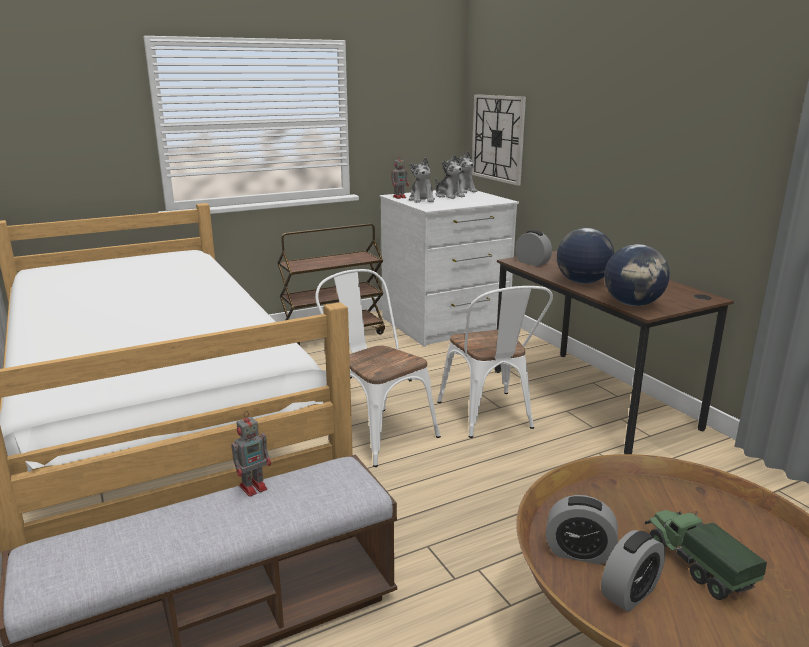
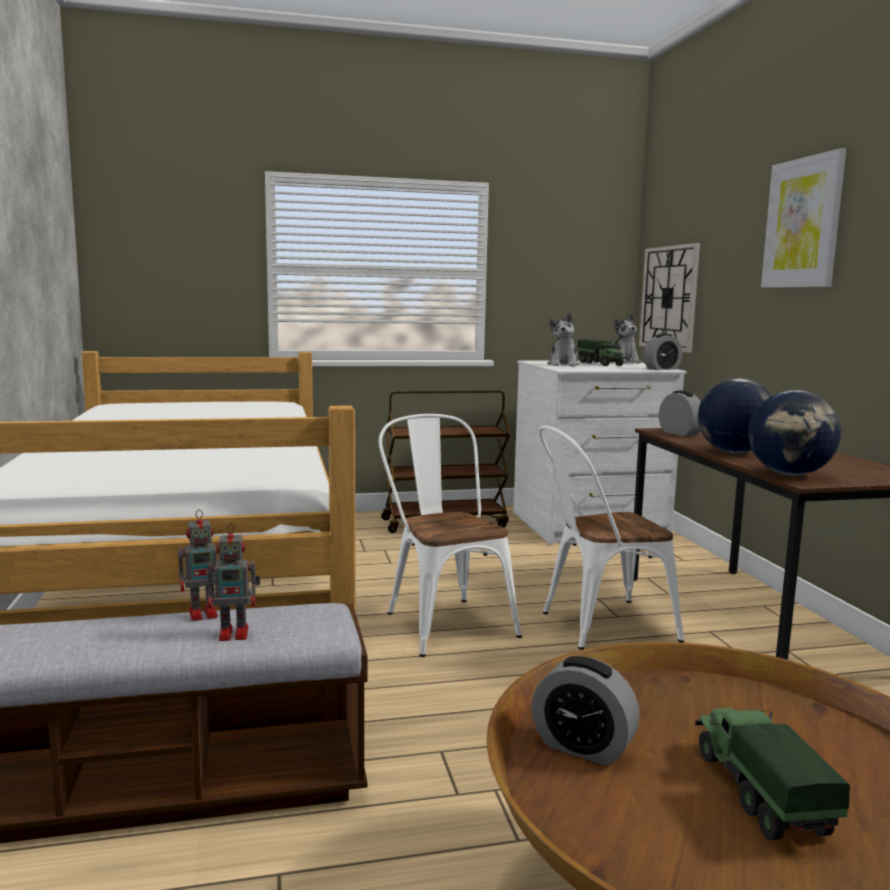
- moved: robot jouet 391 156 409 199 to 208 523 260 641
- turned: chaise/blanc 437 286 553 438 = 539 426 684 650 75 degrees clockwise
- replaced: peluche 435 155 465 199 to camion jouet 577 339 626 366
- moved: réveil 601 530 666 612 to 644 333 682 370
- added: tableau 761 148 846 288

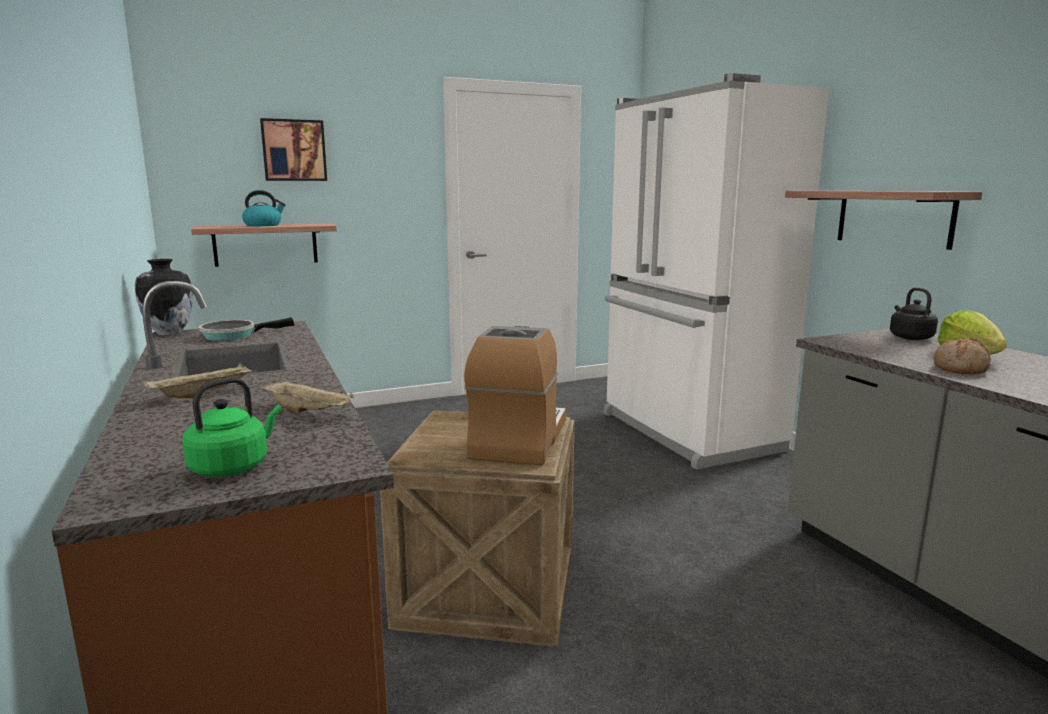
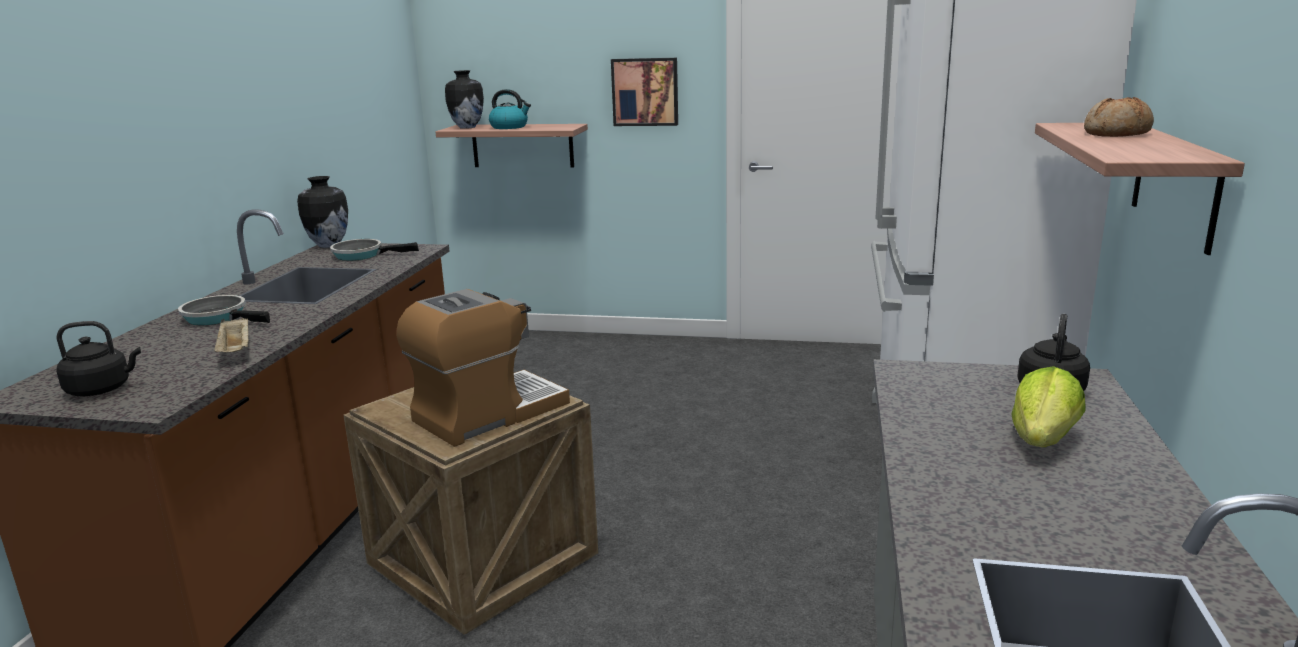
- recoloured: bouilloire/vert 182 377 282 477 to bouilloire/noir 56 321 141 396
- replaced: plateau/beige 144 363 256 398 to poêle 178 295 270 325
- added: vase 445 70 484 129
- moved: tableau 260 118 327 181 to 611 58 678 126
- moved: pain 934 338 991 374 to 1084 97 1154 137

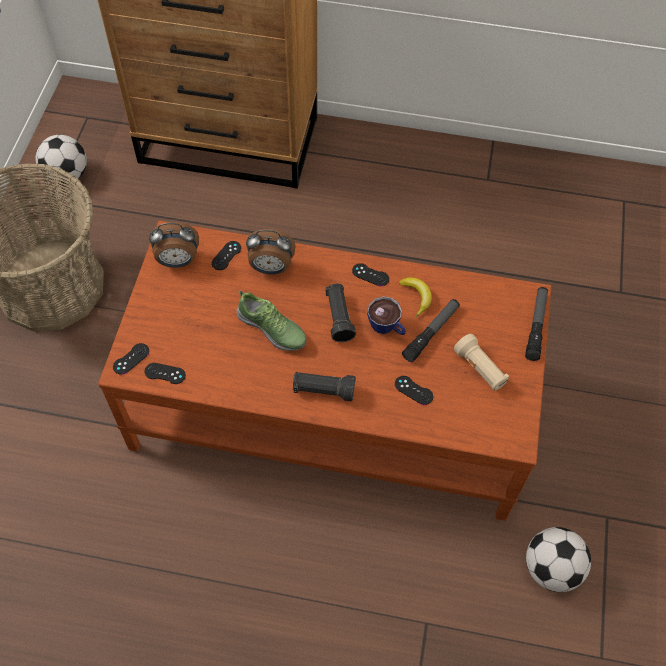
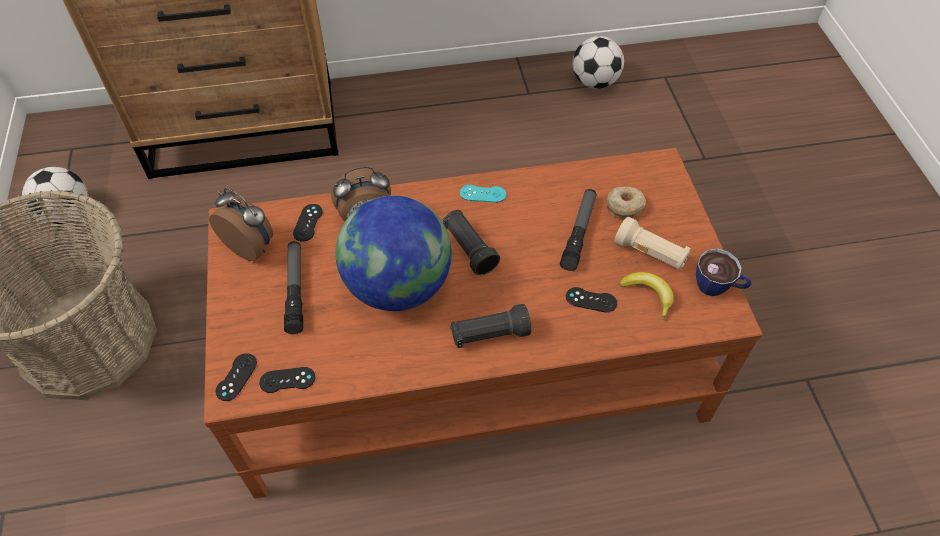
- turned: réveil 149 222 199 268 = 209 188 273 261 120 degrees counterclockwise
- moved: lampe de poche 525 287 548 361 to 284 241 303 334
- replaced: chaussure 237 290 306 351 to globe 335 195 452 311
- recoloured: manette/noir 352 263 389 286 to manette/turquoise 460 185 506 203
- moved: ballon de foot 526 527 591 592 to 573 36 624 89
- added: beignet 606 187 646 219
- moved: banane 399 277 432 317 to 619 272 674 320
- moved: tasse 367 296 406 335 to 696 248 752 296

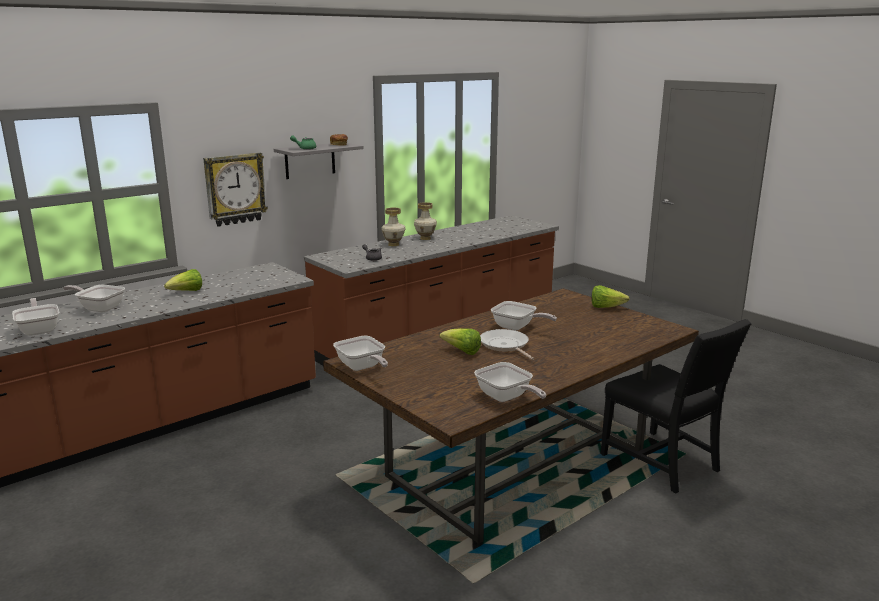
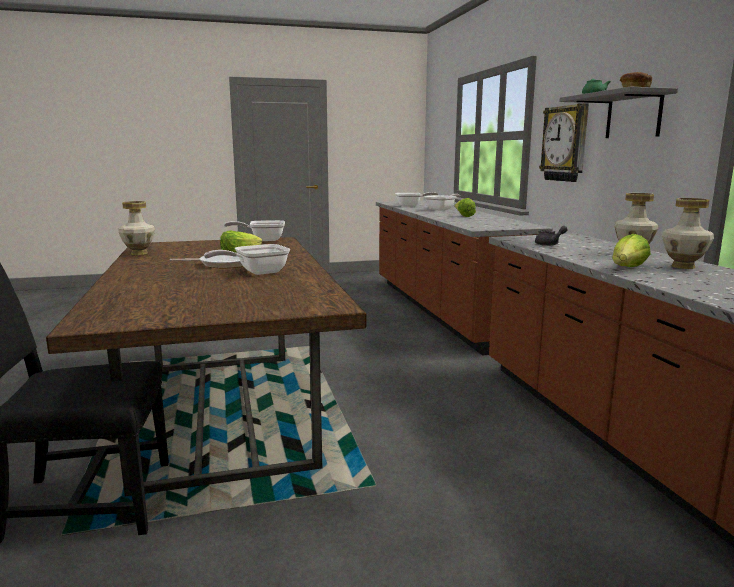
- replaced: poêle 474 362 546 402 to vase 118 201 155 255
- moved: laitue 591 285 630 308 to 612 234 651 267

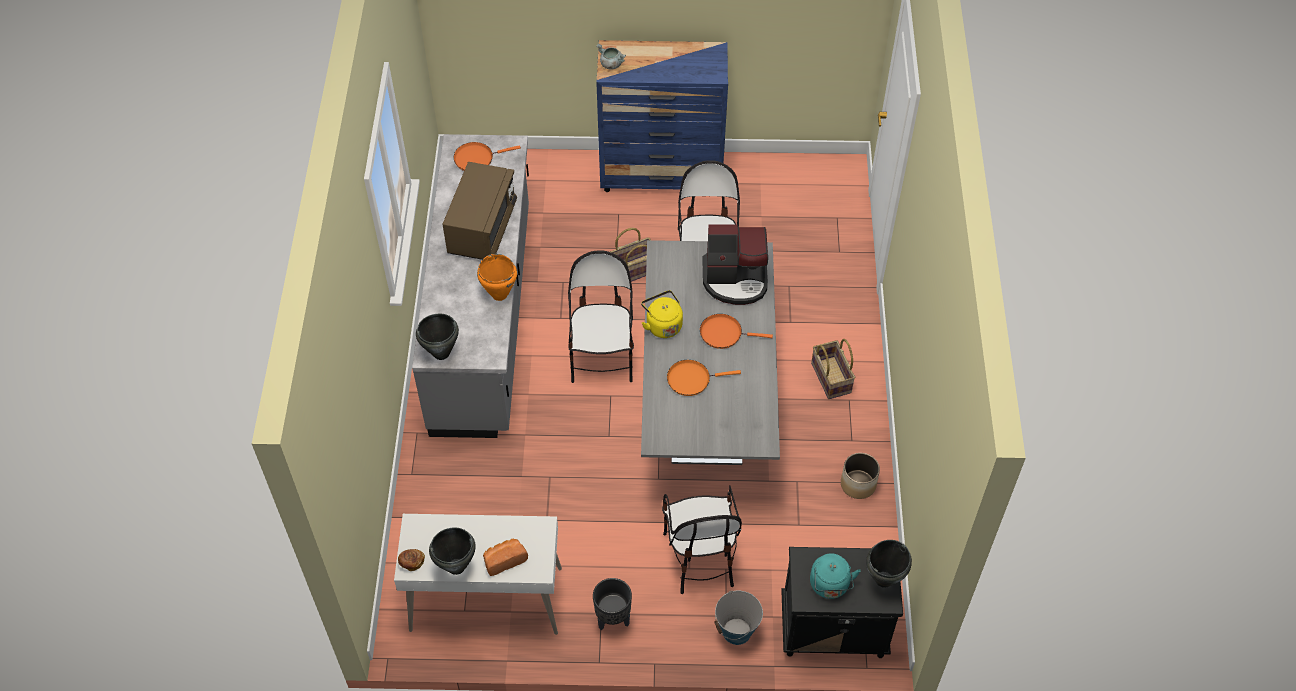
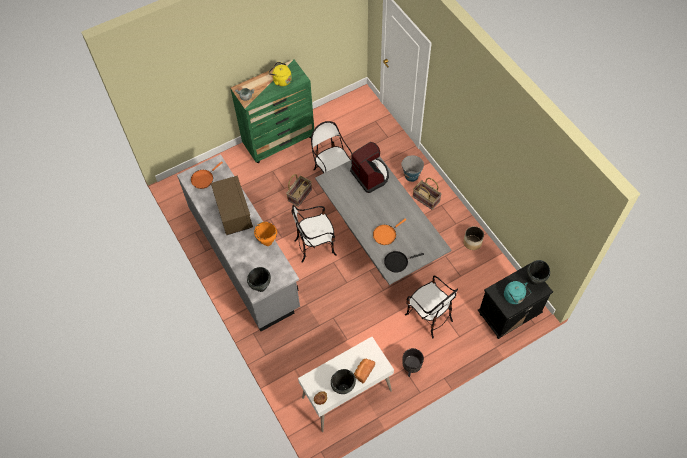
- recoloured: commode/bleu 596 40 728 192 to commode/vert 230 60 314 163
- moved: bouilloire/jaune 641 290 683 338 to 268 62 292 86
- turned: chaise 568 251 634 383 = 292 205 337 263 75 degrees counterclockwise
- turned: machine à café 702 224 768 305 = 350 142 389 193 90 degrees counterclockwise
- added: poêle/noir 384 251 424 272
- moved: seau 714 591 763 645 to 401 155 424 182
- removed: poêle/orange 700 314 773 349

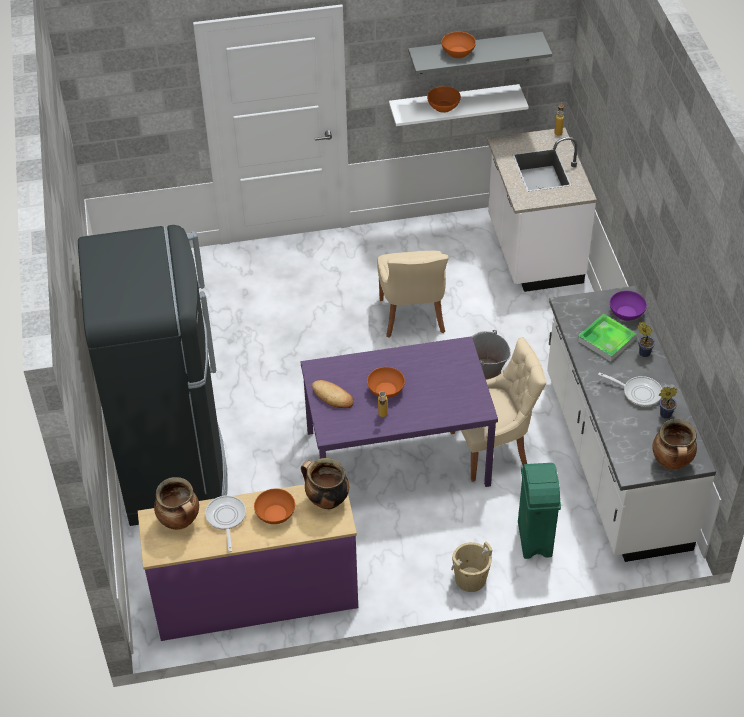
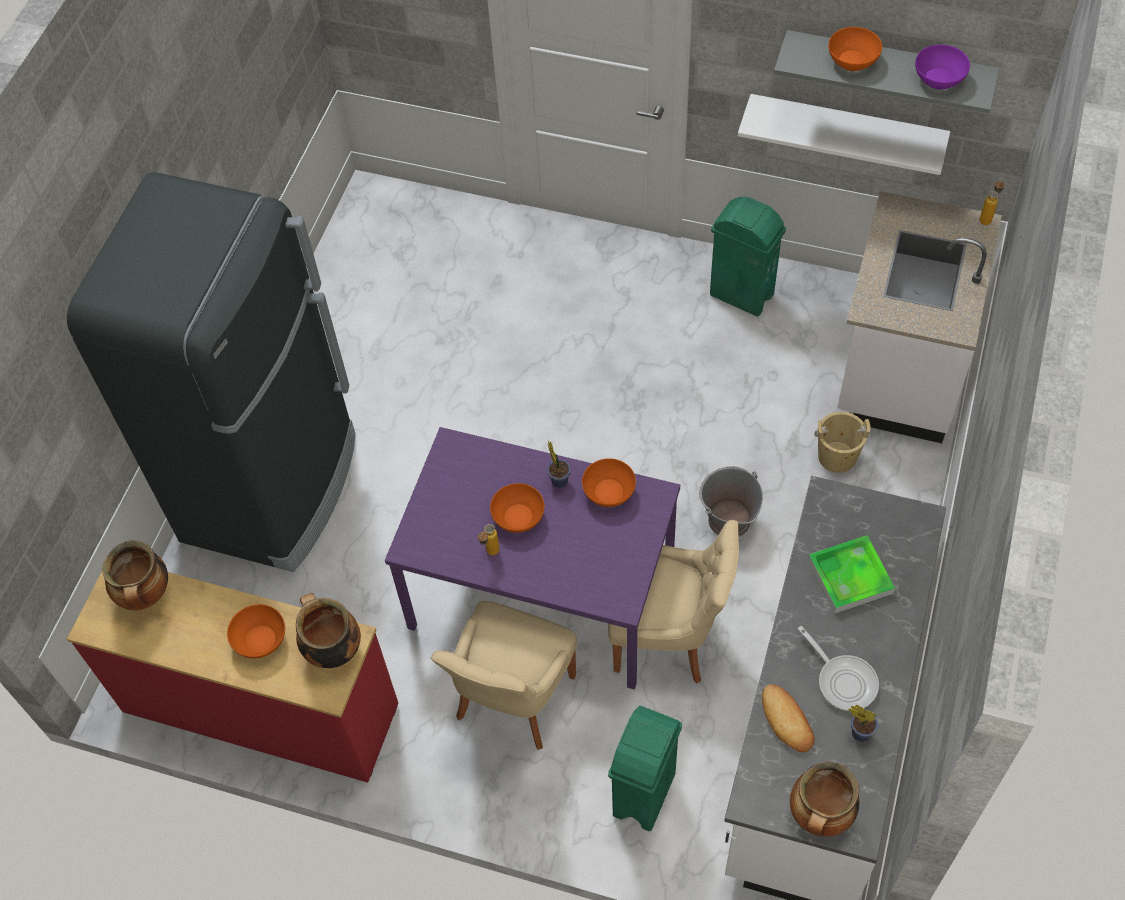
- recoloured: commode/violet 138 484 358 641 to commode/rouge 67 572 398 783
- moved: chaise/beige 377 251 449 338 to 431 601 577 750
- moved: plante en pot 637 321 655 357 to 547 441 571 488
- moved: bol/orange 427 86 461 113 to 582 458 636 507
- added: poubelle/vert 710 197 786 316
- moved: pain 312 380 354 408 to 762 684 815 752
- moved: seau/beige 451 541 493 592 to 814 412 871 473
- moved: bol/violet 610 291 647 321 to 915 45 970 90
- removed: poêle 205 495 246 552

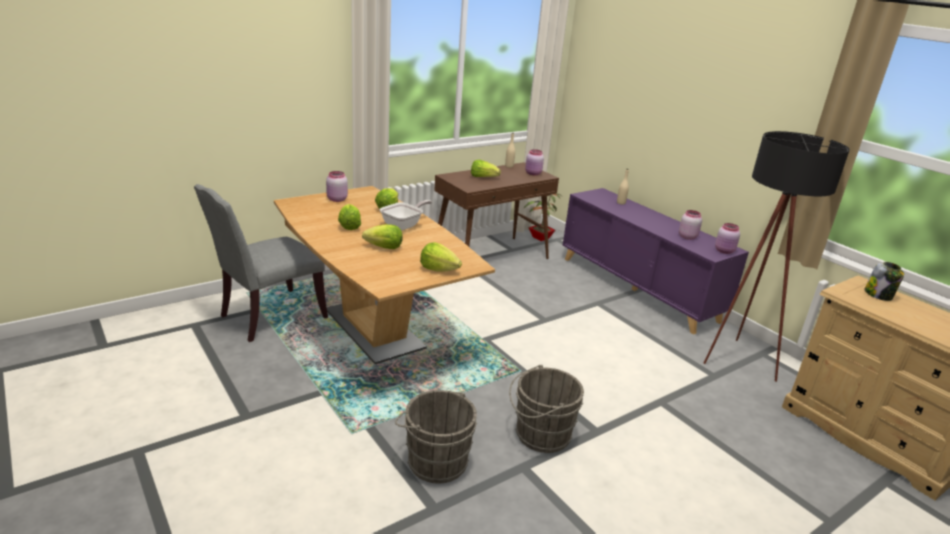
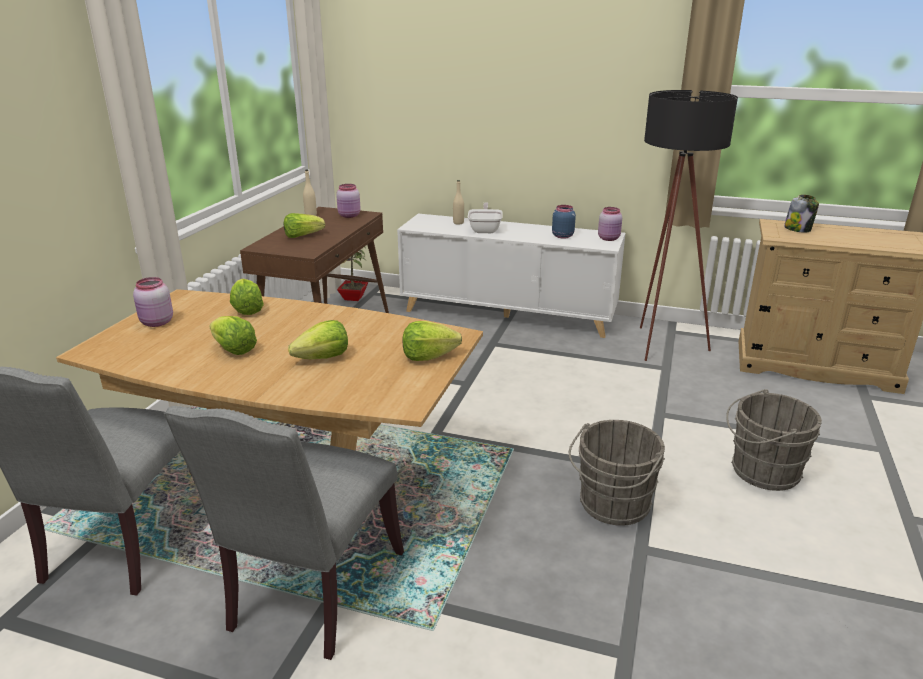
- added: chaise/gris 164 406 404 660
- recoloured: meuble de rangement/violet 563 188 749 335 to meuble de rangement/blanc 397 214 625 338
- moved: poêle 380 200 432 231 to 468 202 502 233
- recoloured: bocal/rose 679 210 702 240 to bocal/bleu 552 205 576 239
- moved: seau/gris 395 390 477 484 to 726 389 822 491

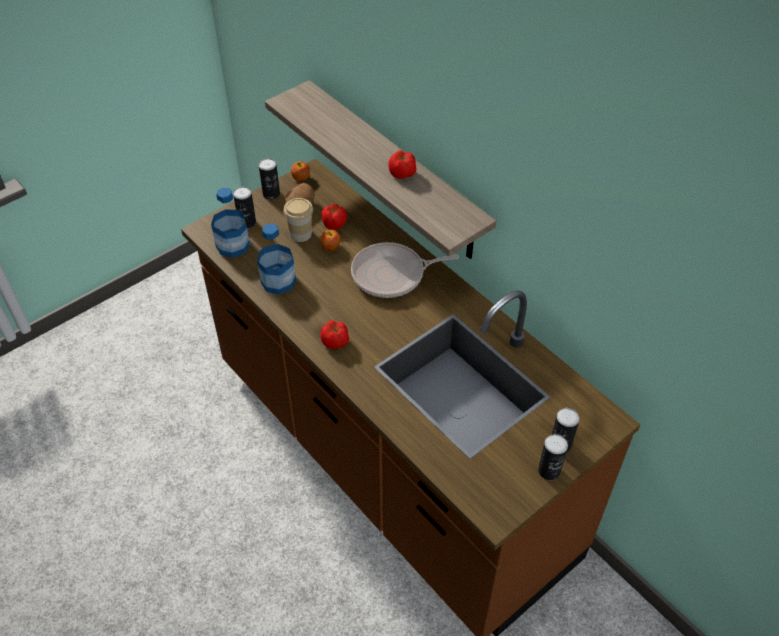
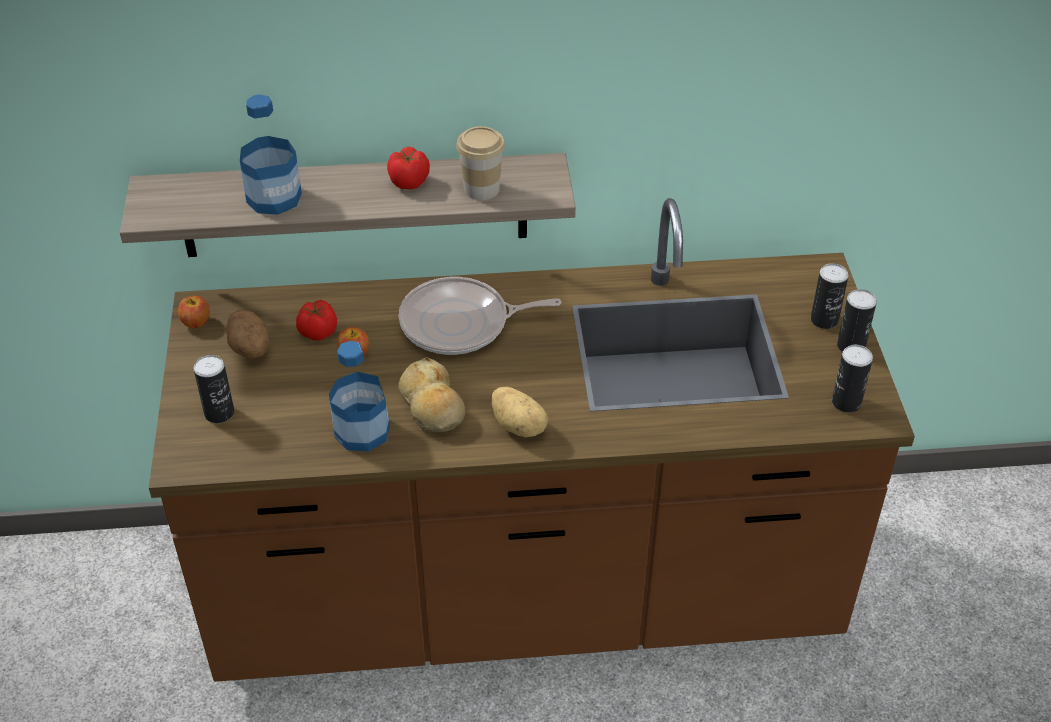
- moved: bouteille 211 188 250 258 to 240 95 302 215
- added: pain 398 357 465 432
- turned: poêle 351 242 459 298 = 399 277 561 355 60 degrees clockwise
- moved: tasse 283 198 313 242 to 456 126 505 200
- replaced: tomate 320 320 349 349 to pomme de terre 492 387 549 437
- moved: boîte métallique 259 158 280 200 to 832 345 873 413

